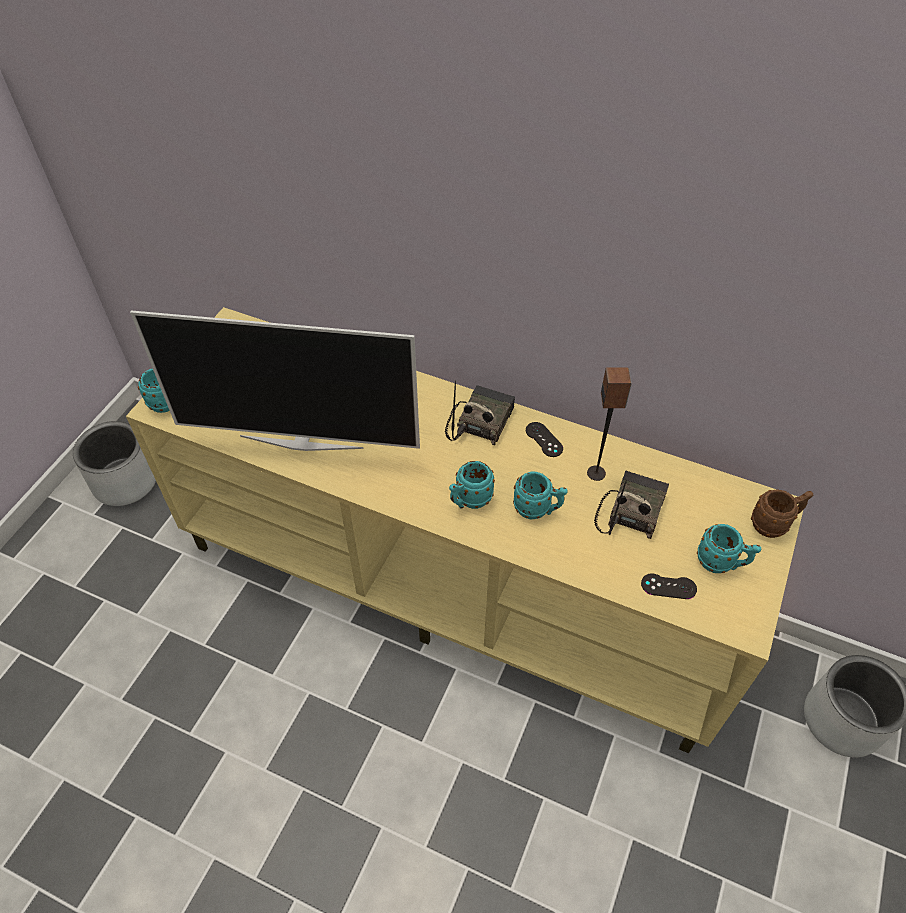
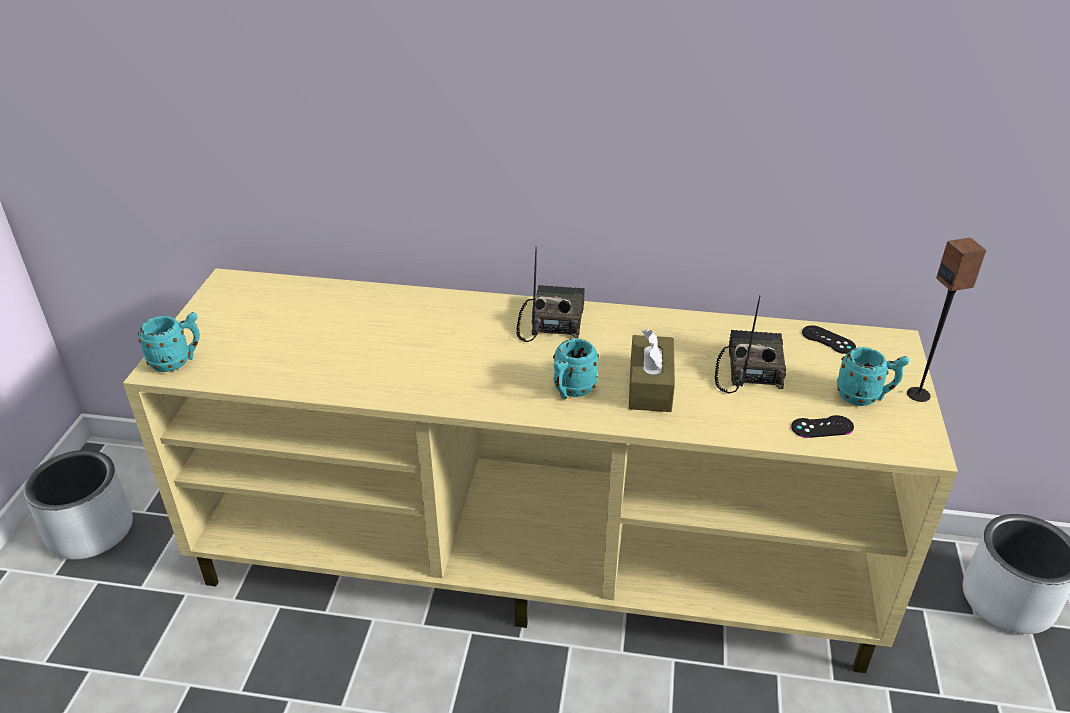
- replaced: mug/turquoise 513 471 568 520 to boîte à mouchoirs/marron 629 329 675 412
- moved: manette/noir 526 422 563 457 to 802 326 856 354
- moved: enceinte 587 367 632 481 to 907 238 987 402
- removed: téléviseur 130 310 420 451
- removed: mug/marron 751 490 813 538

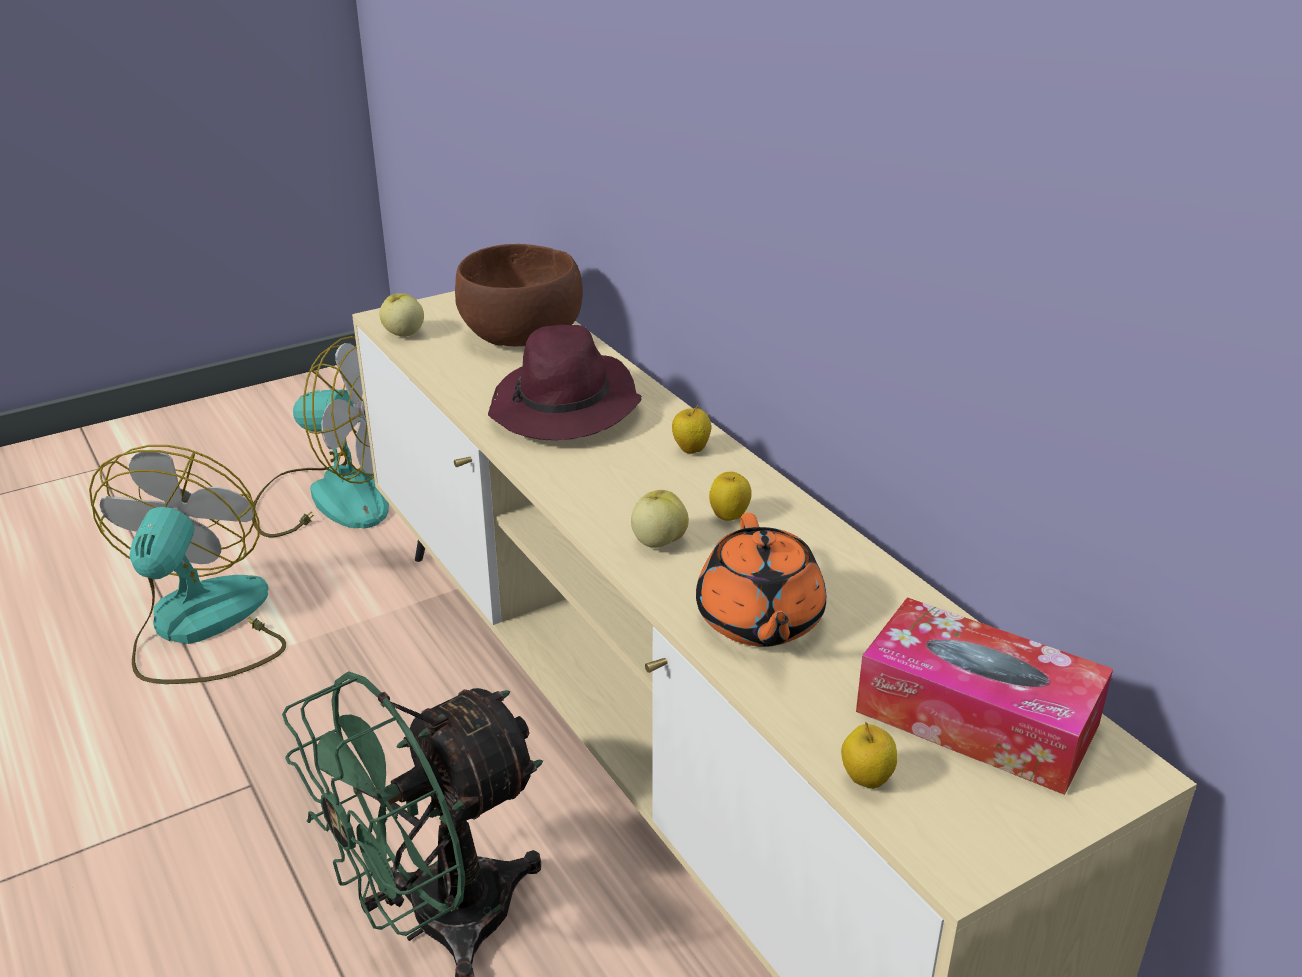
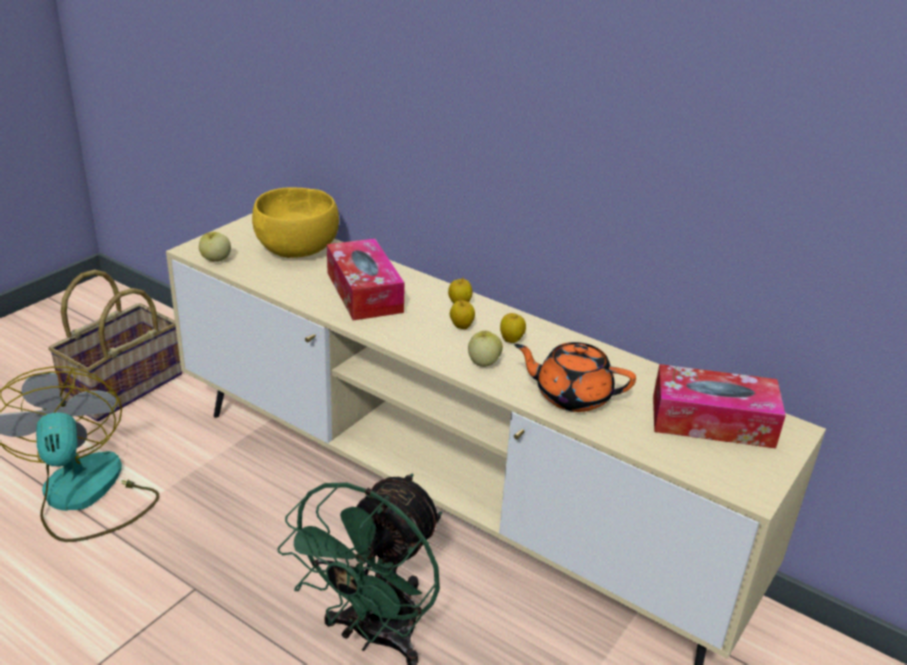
- replaced: ventilateur 252 336 389 537 to panier 48 270 182 422
- recoloured: bol/marron 455 244 583 346 to bol/jaune 252 187 339 258
- replaced: chapeau/violet 488 325 642 440 to boîte à mouchoirs 327 238 405 320
- moved: pomme 841 722 897 789 to 450 299 475 329
- turned: théière/orange 696 513 826 647 = 514 342 636 412 135 degrees clockwise

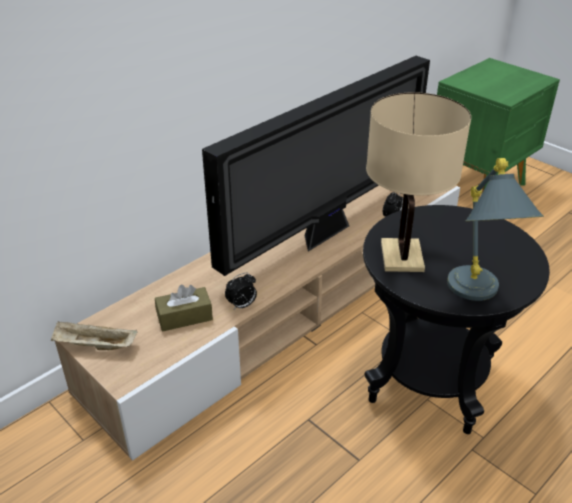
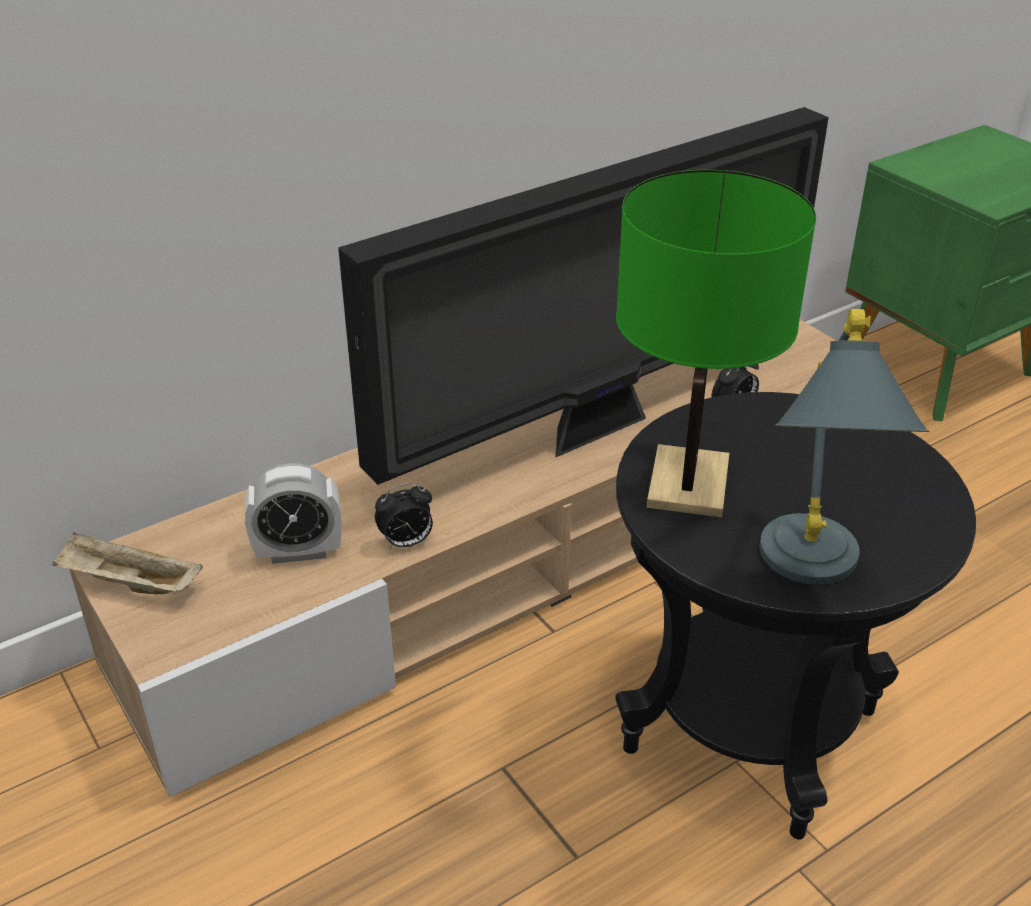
- replaced: boîte à mouchoirs/marron 155 285 213 332 to réveil 245 463 342 564
- recoloured: lampe de table/beige 366 92 471 272 to lampe de table/vert 616 170 816 517

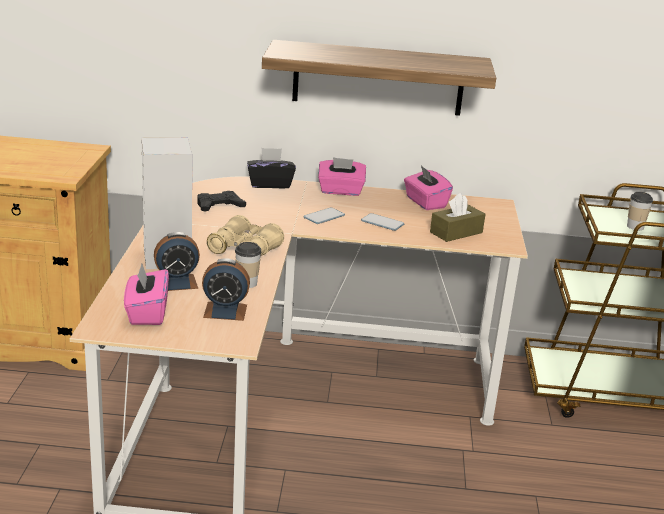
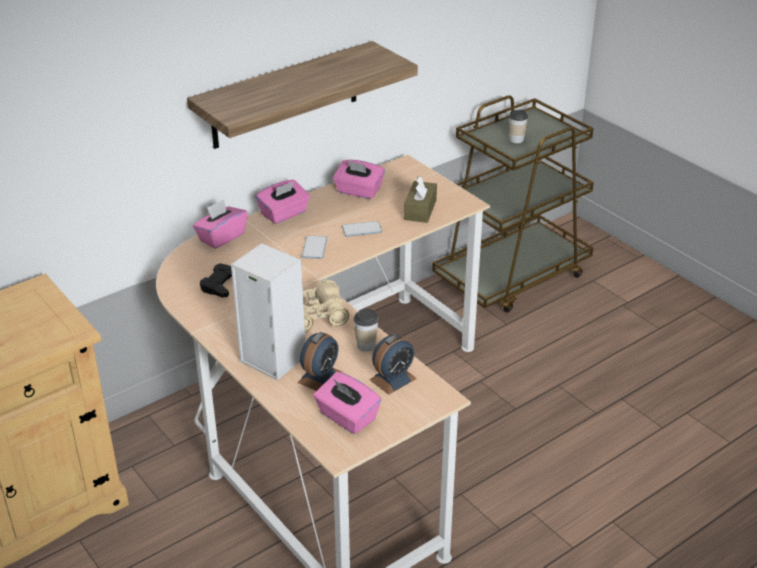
- recoloured: boîte à mouchoirs/noir 247 148 296 189 to boîte à mouchoirs/rose 193 199 248 249

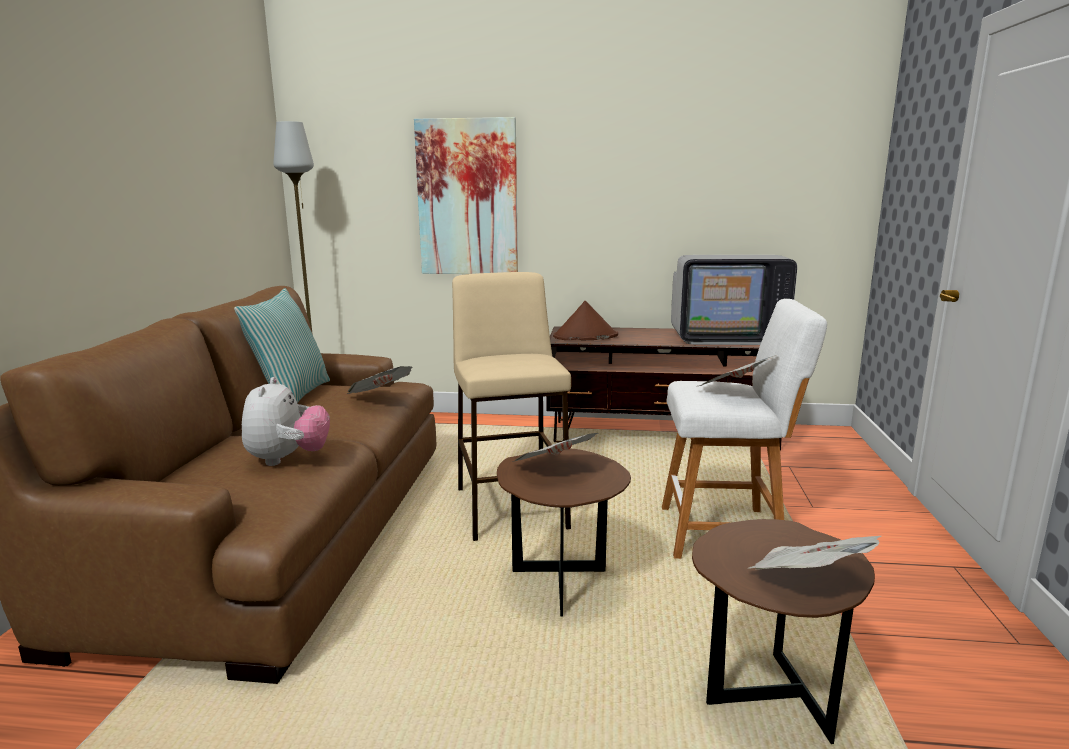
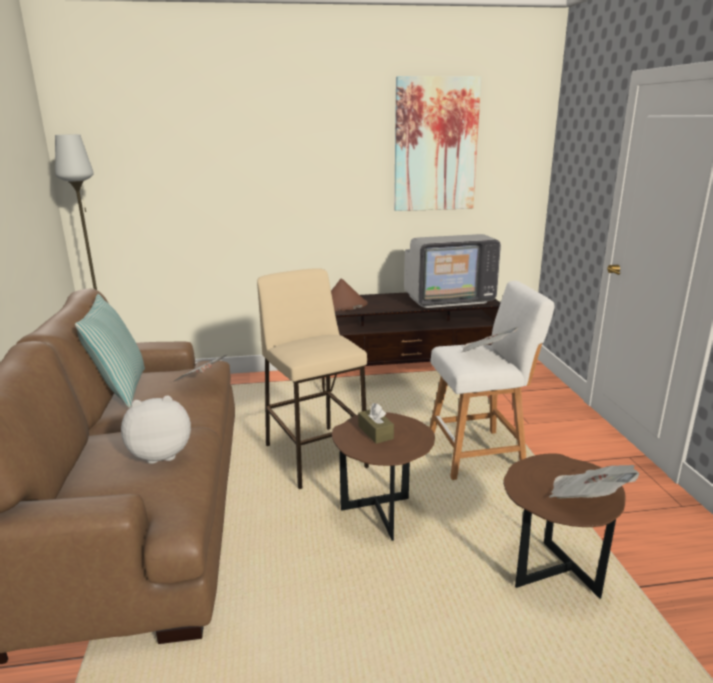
- turned: peluche 242 377 330 466 = 121 396 191 464 90 degrees counterclockwise
- replaced: journal 512 433 598 462 to boîte à mouchoirs/marron 358 403 394 444
- moved: tableau 414 117 518 274 to 394 76 481 211

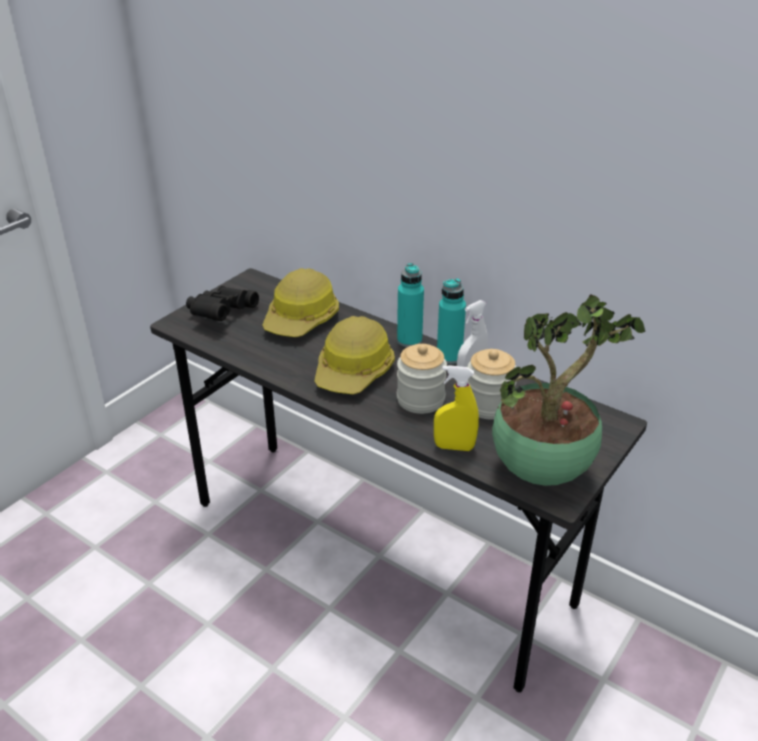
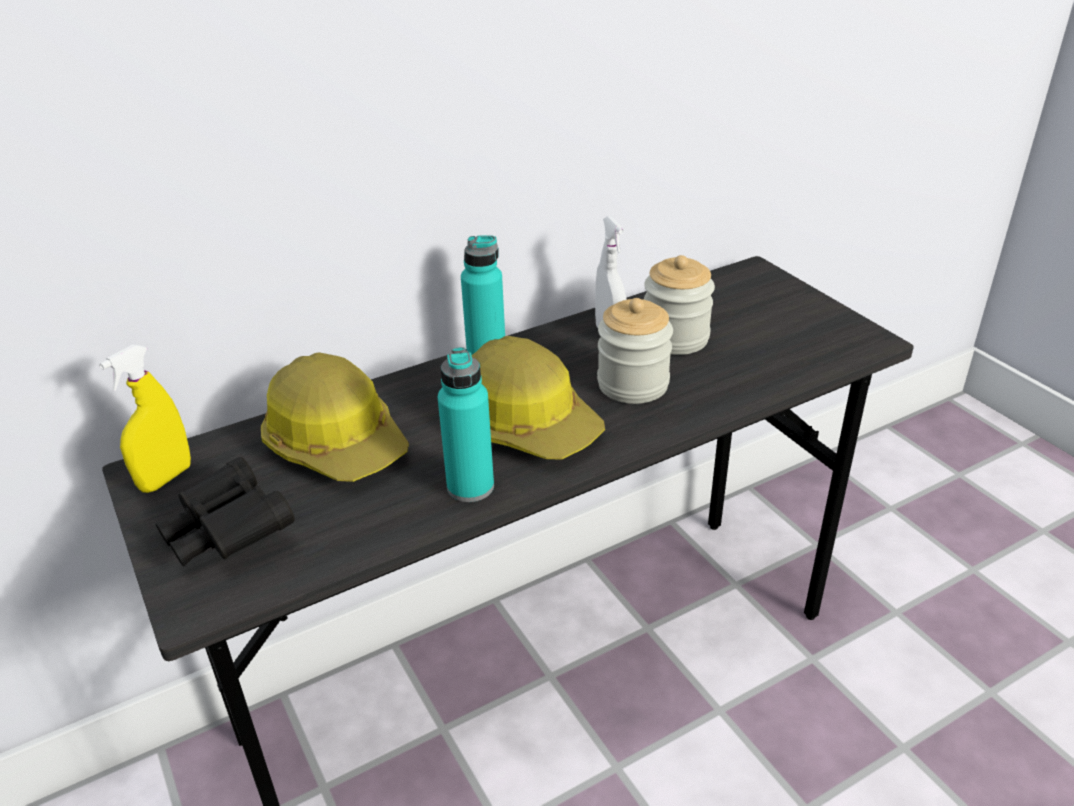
- moved: vaporisateur/jaune 434 365 479 451 to 99 345 191 493
- moved: bouteille/turquoise 437 278 466 364 to 438 347 494 502
- removed: plante en pot 492 294 645 486

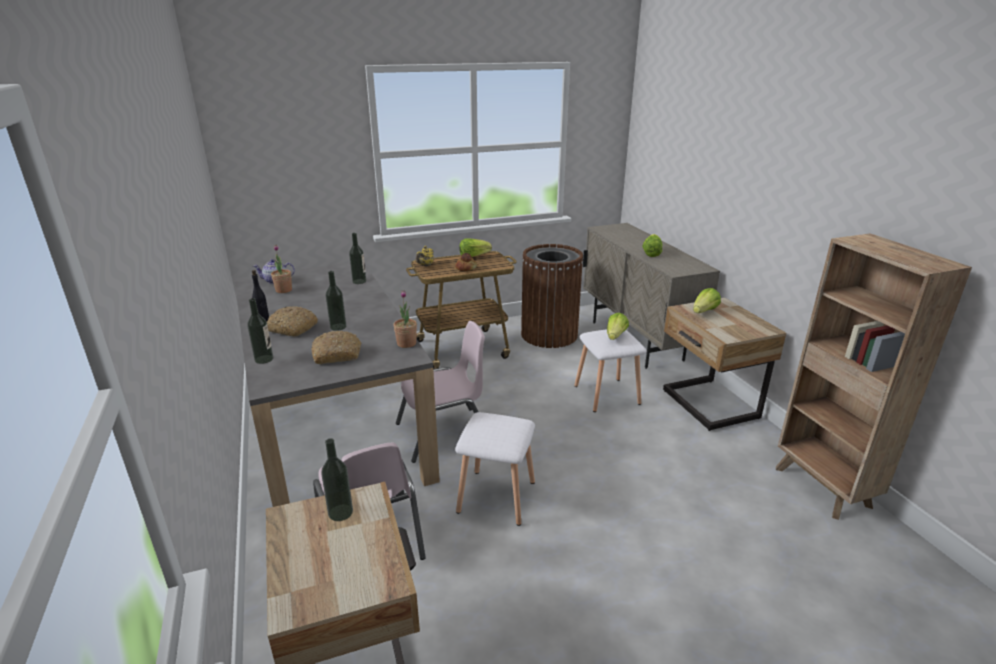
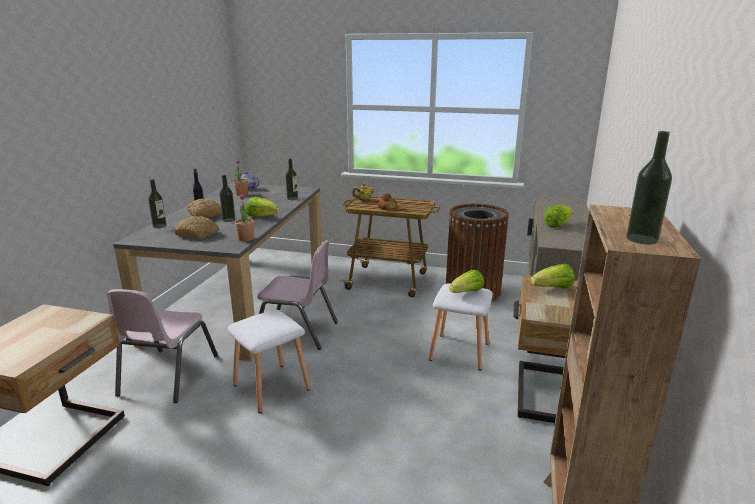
- moved: laitue 459 238 492 257 to 246 197 280 217
- moved: bouteille 321 438 353 521 to 626 131 672 245

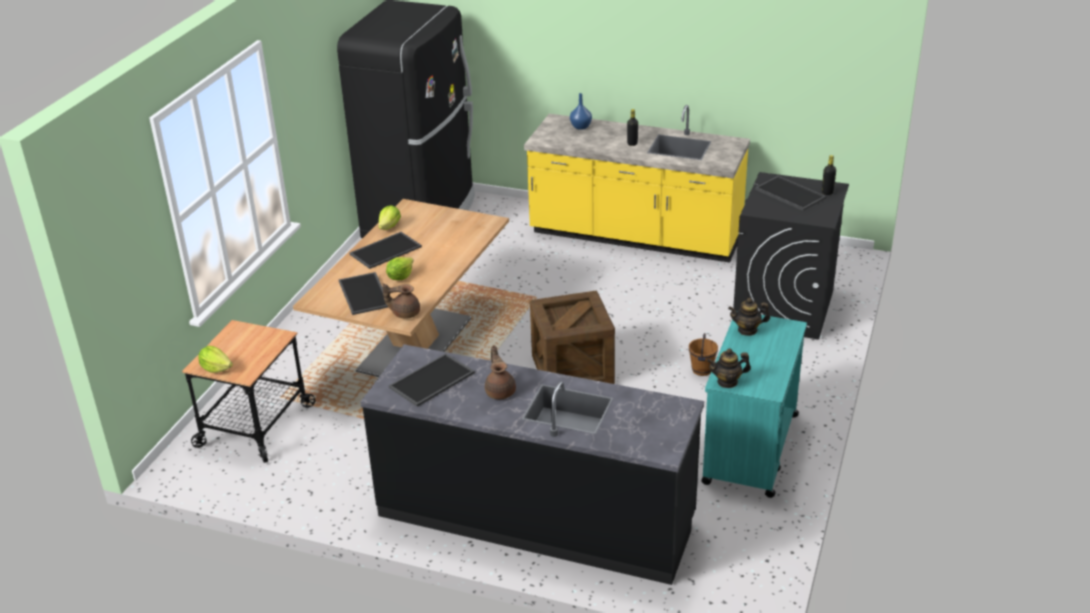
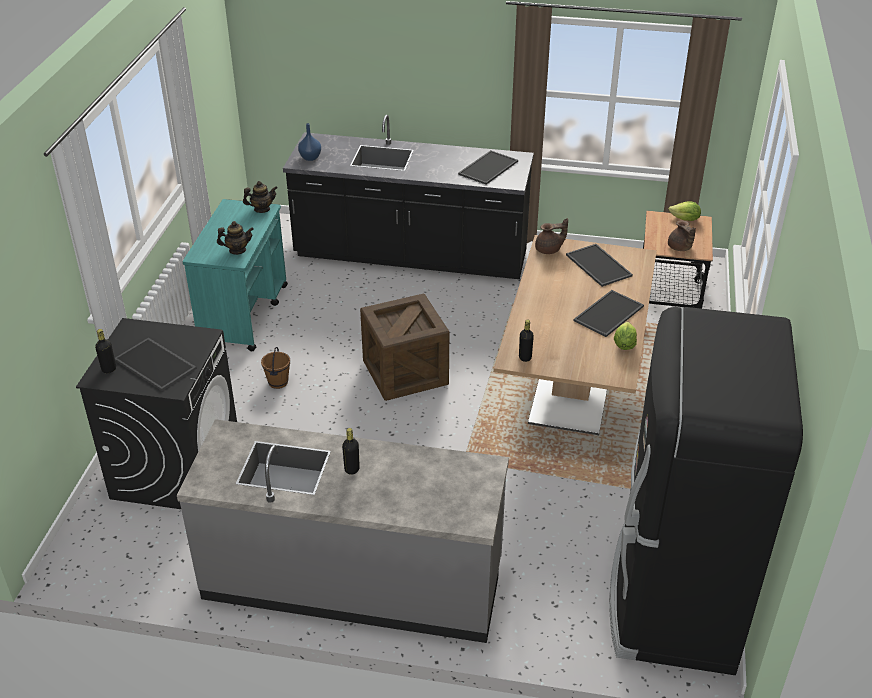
- recoloured: comptoir de cuisine/jaune 524 105 750 263 to comptoir de cuisine/gris 177 419 509 643
- moved: vase/bleu 570 93 592 130 to 298 123 321 161
- added: bouteille/noir 519 319 534 362
- moved: théière/marron 485 345 516 400 to 668 220 696 251
- removed: laitue 386 257 413 280

